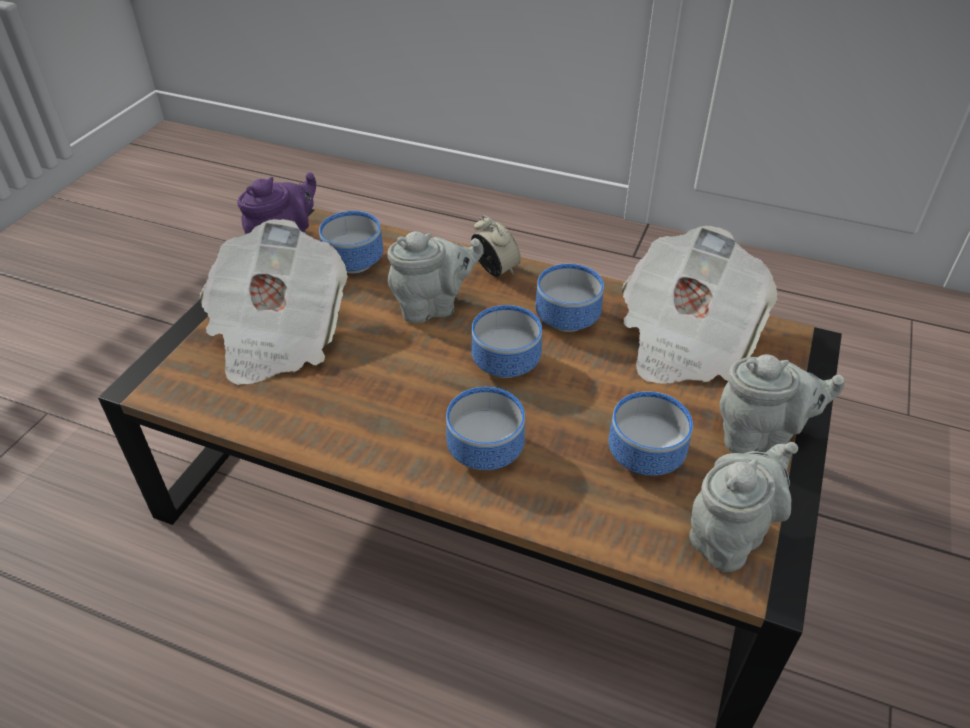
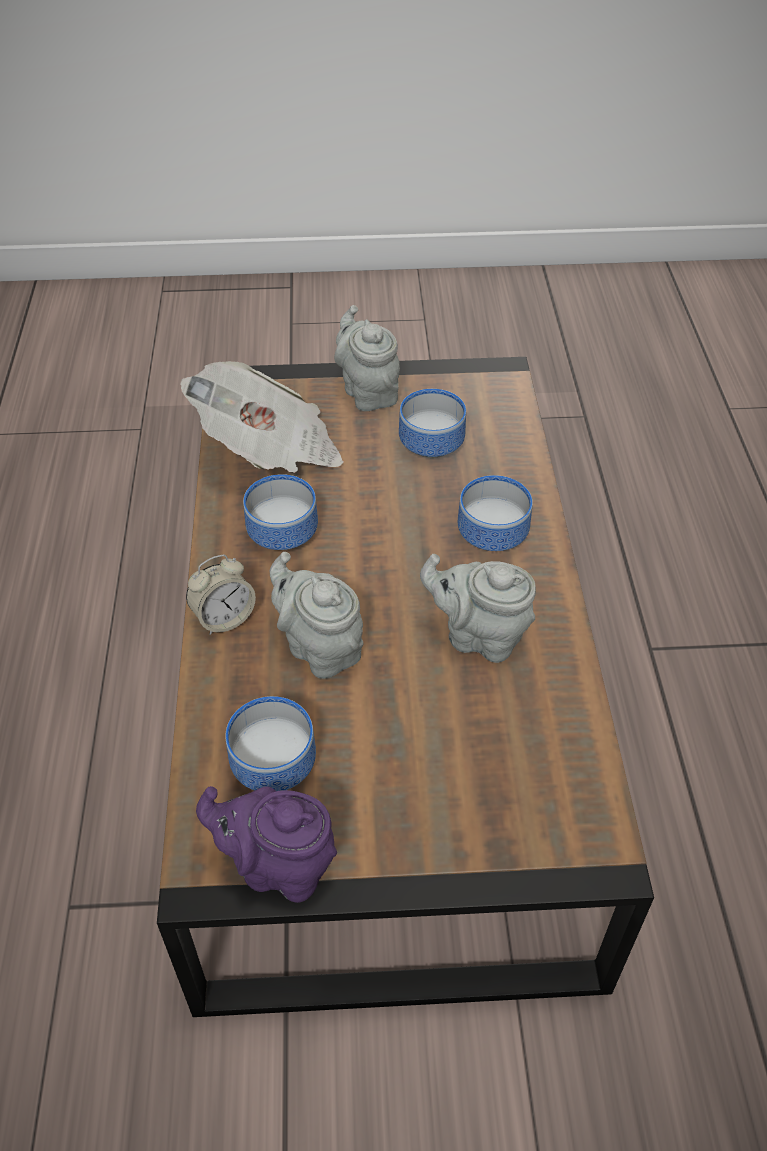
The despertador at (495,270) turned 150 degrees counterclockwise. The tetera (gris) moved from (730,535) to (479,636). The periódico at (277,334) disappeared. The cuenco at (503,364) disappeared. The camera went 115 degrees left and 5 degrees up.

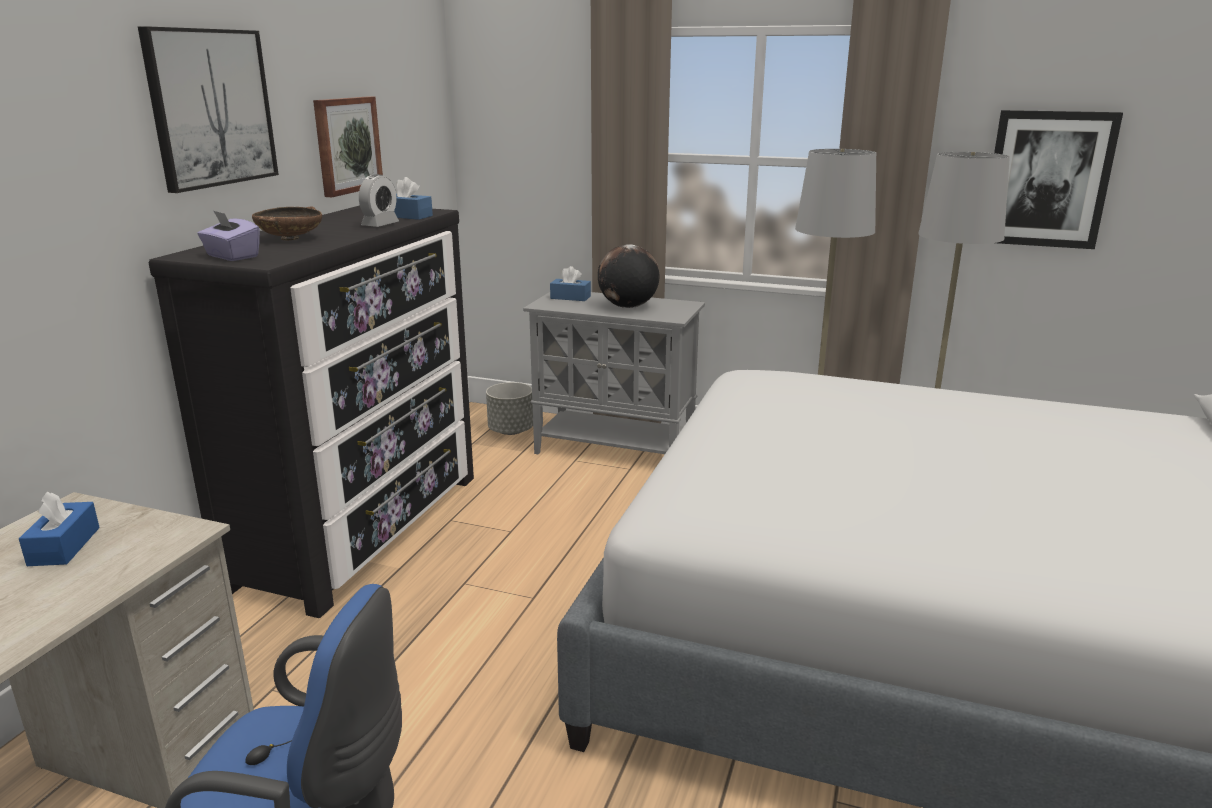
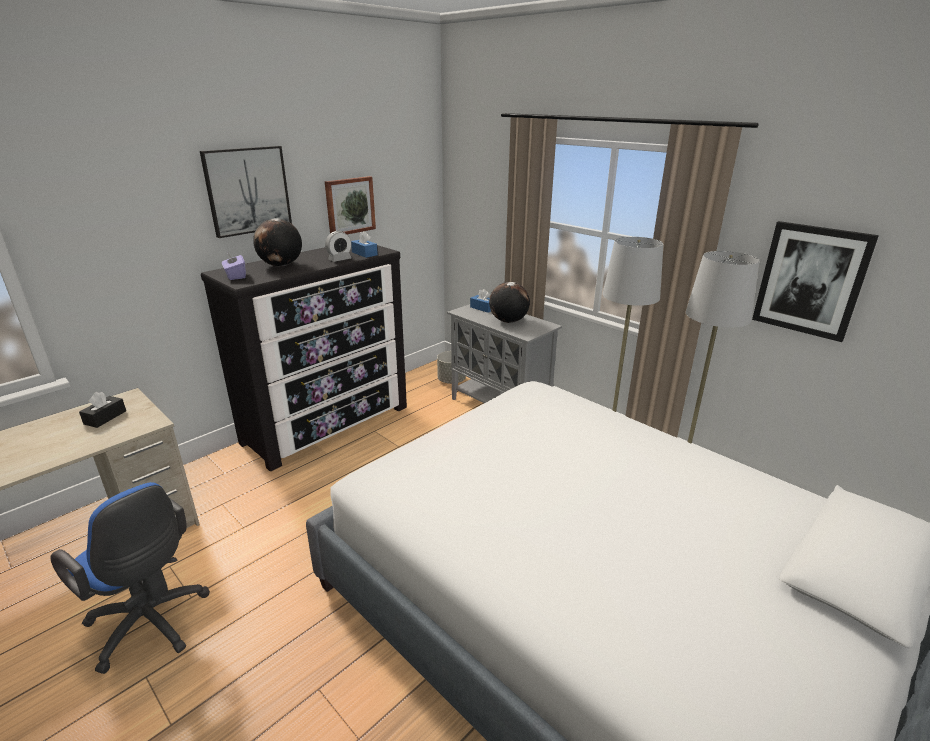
The caja de pañuelos (azul) at (64,546) became the caja de pañuelos (negro) at (105,417). The cuenco (marrón) at (290,239) was replaced by the globo terráqueo at (281,265). The camera went 25 degrees right and 5 degrees up.

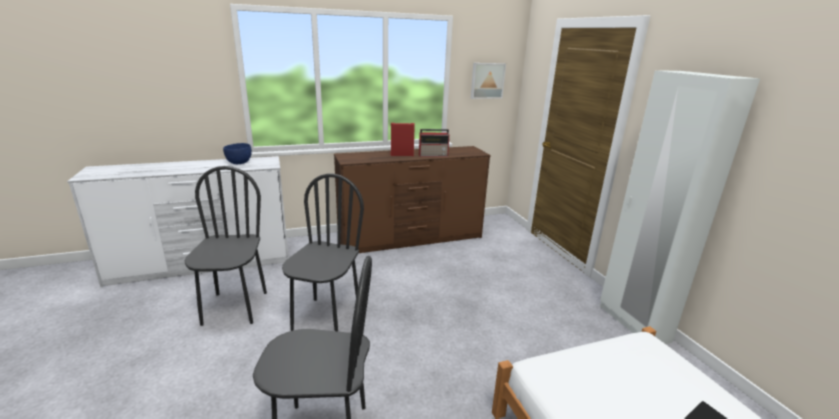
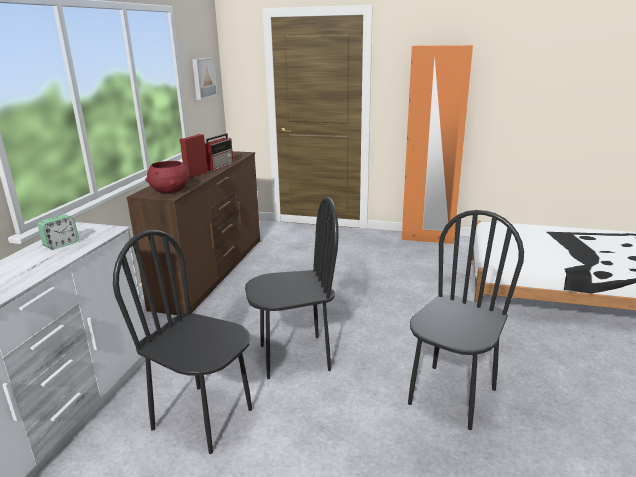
The cuenco (azul) at (239,163) was replaced by the despertador at (61,244). The cuenco (rojo) at (169,190) appeared. The silla (negro) at (326,318) turned 120 degrees clockwise. The armario ropero (blanco) at (633,323) became the armario ropero (naranja) at (428,238). The camera went 55 degrees left and 0 degrees up.

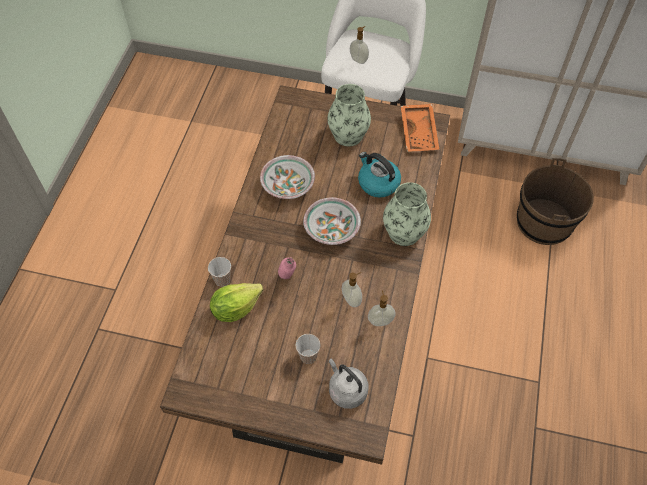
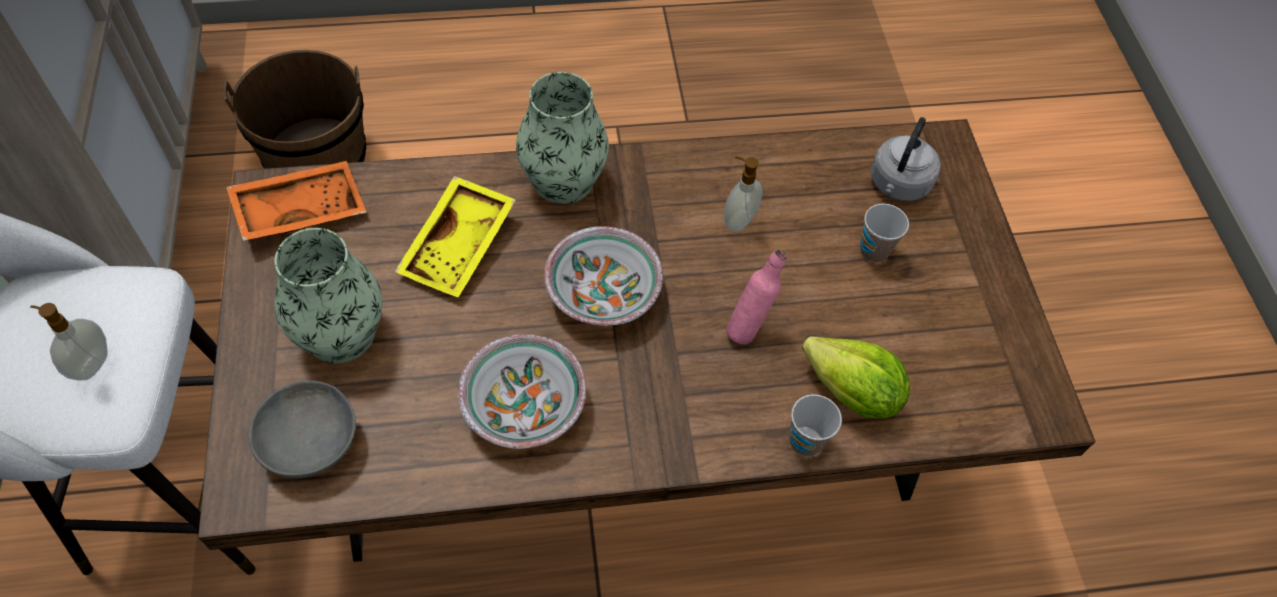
The cuenco (gris) at (311,443) appeared. The hervidor at (378,183) was replaced by the bandeja (amarillo) at (460,247). The dispensador de jabón at (380,321) disappeared. The camera went 115 degrees left and 0 degrees up.

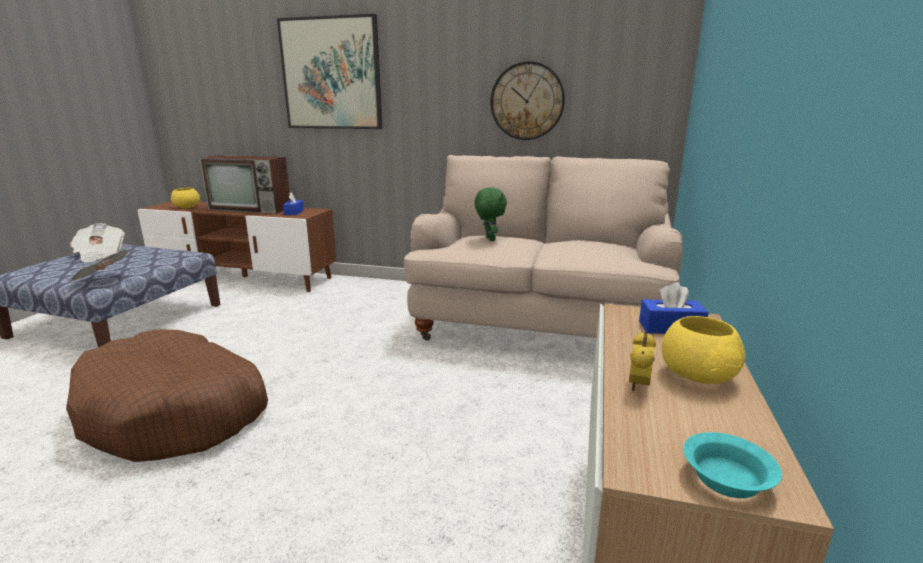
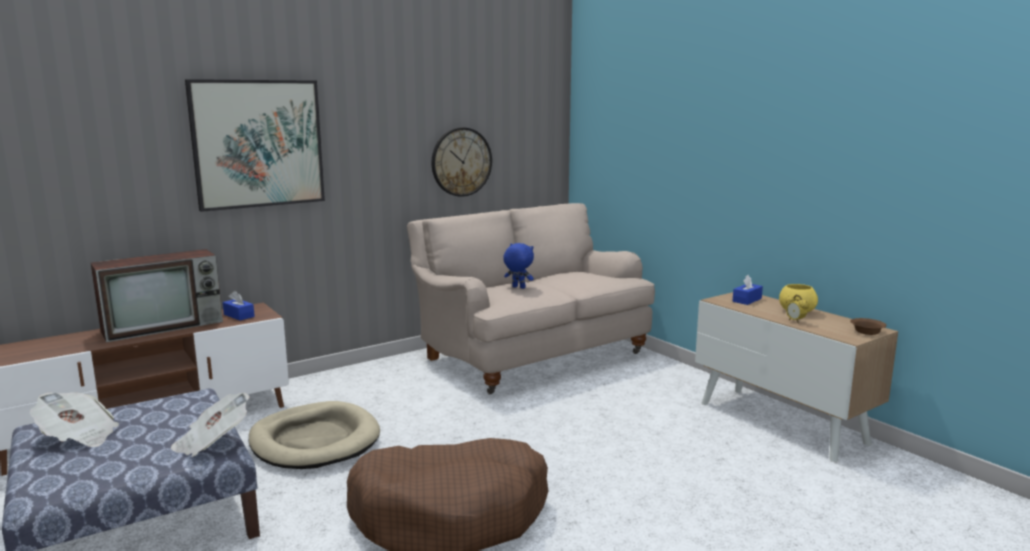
The cama para perro (beis) at (315,441) appeared. The peluche (verde) at (489,239) became the peluche (azul) at (518,287). The cuenco (turquesa) at (725,478) became the cuenco (marrón) at (866,332). The cuenco (amarillo) at (186,207) disappeared. The camera went 50 degrees left and 5 degrees down.

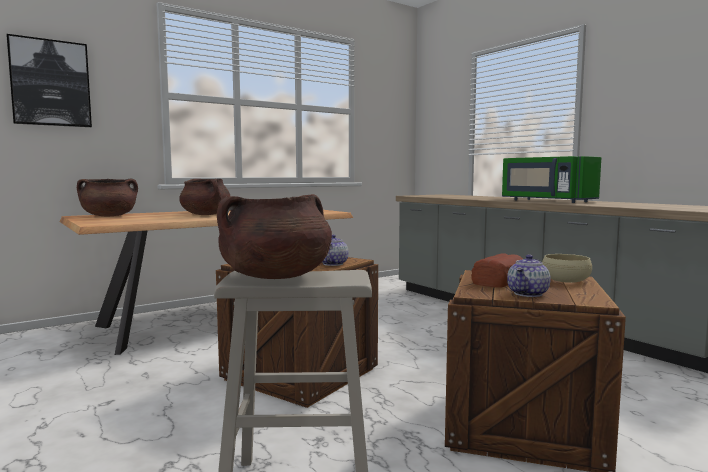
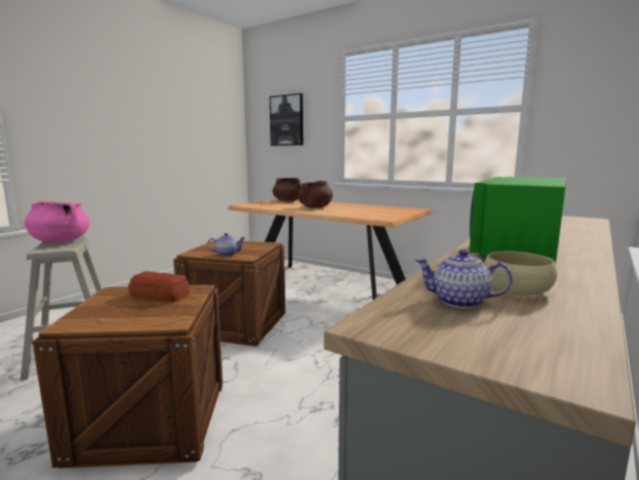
The olla (marrón) at (276,277) became the olla (rosa) at (60,241). The tetera moved from (528,293) to (460,302). The cuenco (beis) moved from (566,280) to (516,290). The camera went 70 degrees right and 5 degrees up.

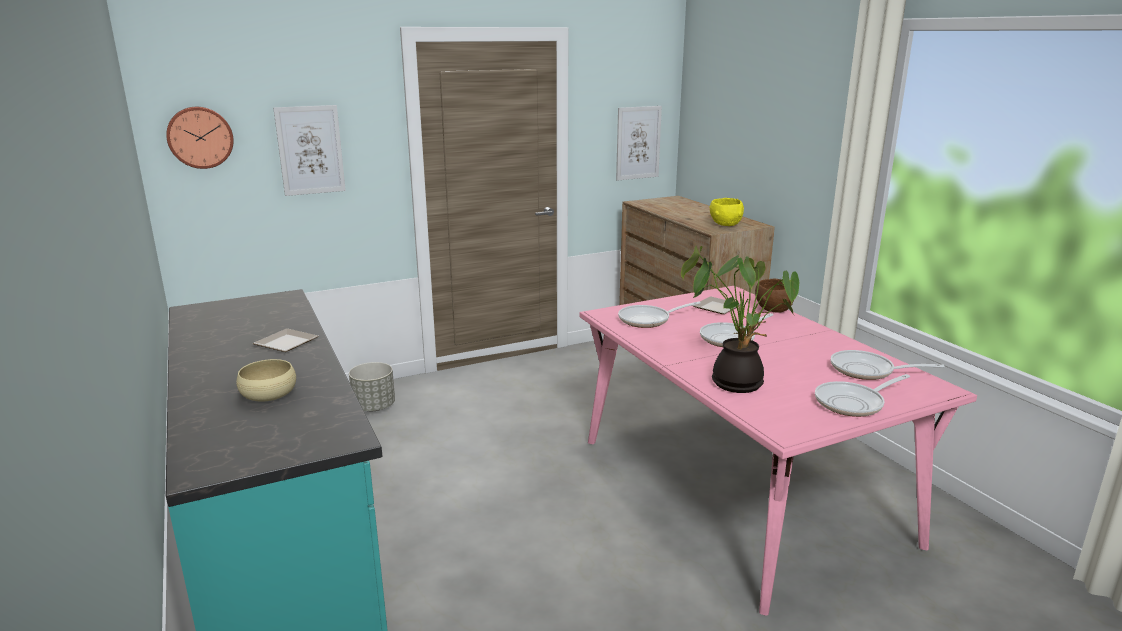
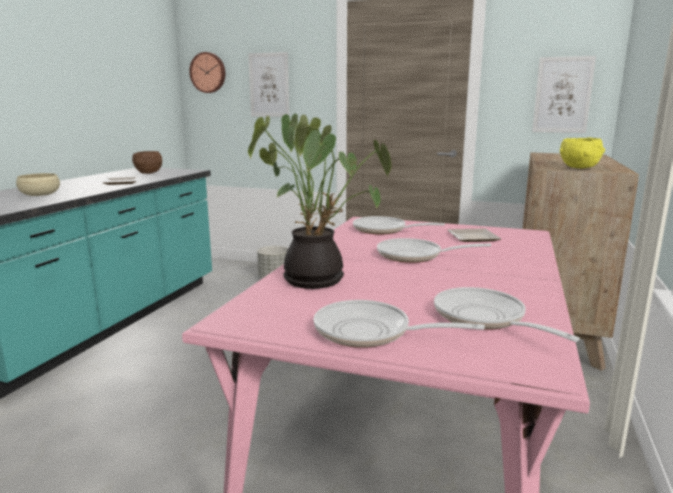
The cuenco (marrón) moved from (773,310) to (148,173). The camera went 45 degrees right and 5 degrees down.

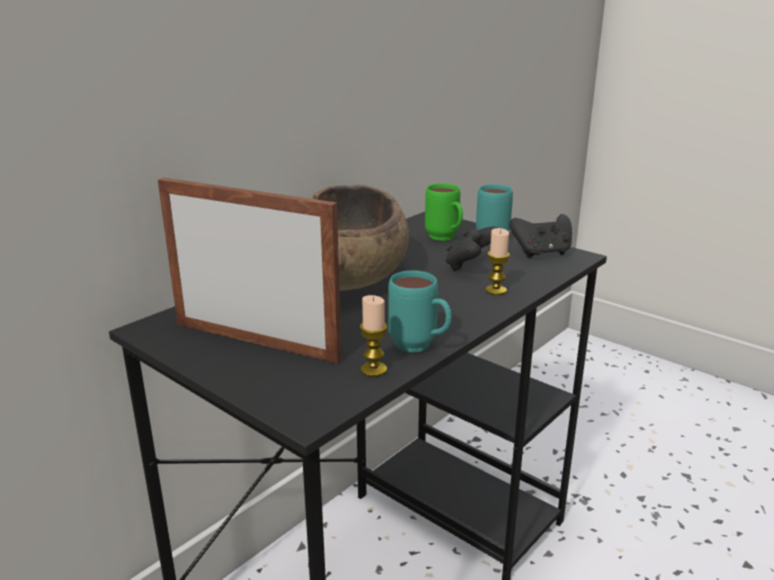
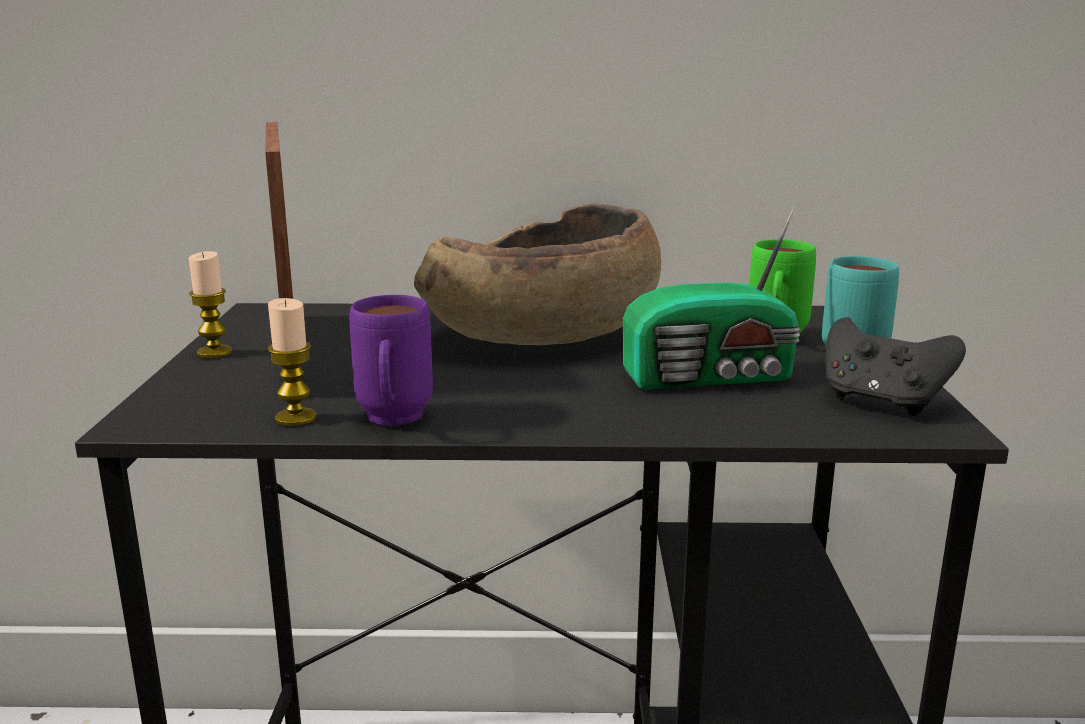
The vela moved from (496,290) to (214,352). The taza grande (turquesa) at (420,348) became the taza grande (morado) at (393,423). The mando de consola (negro) at (470,267) was replaced by the radio at (713,377). The camera went 50 degrees right and 5 degrees down.

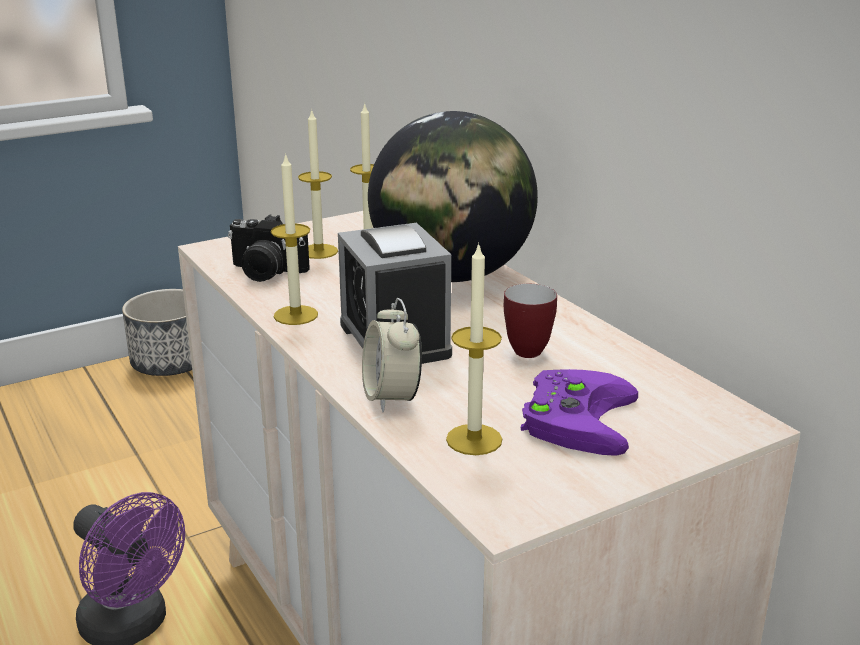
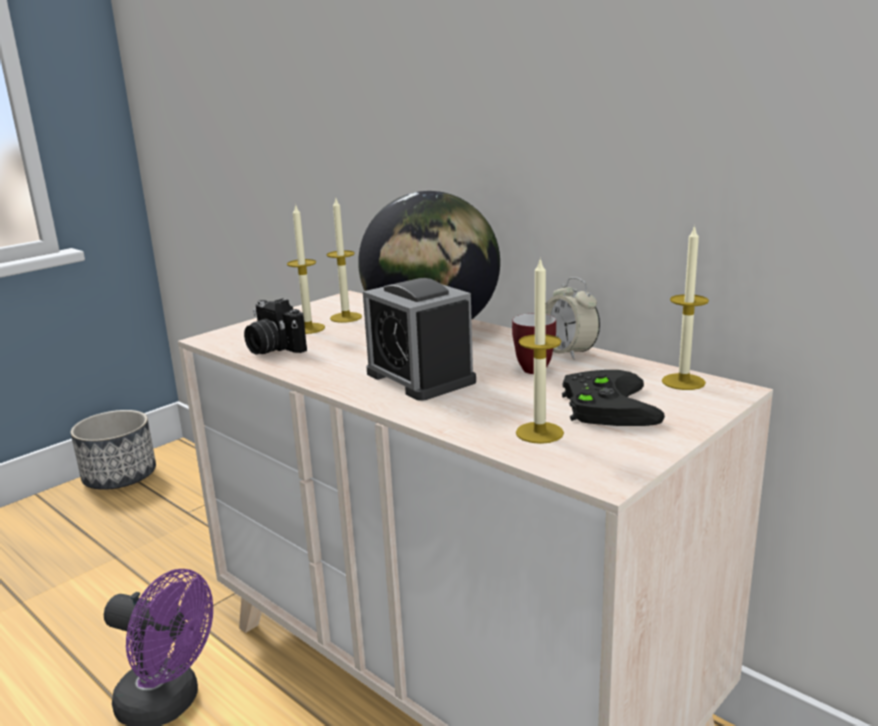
The cámara at (265,272) turned 45 degrees clockwise. The despertador moved from (391,397) to (569,352). The mando de consola (morado) at (574,416) became the mando de consola (negro) at (604,405). The vela moved from (296,315) to (683,382). The camera went 15 degrees left and 5 degrees down.

